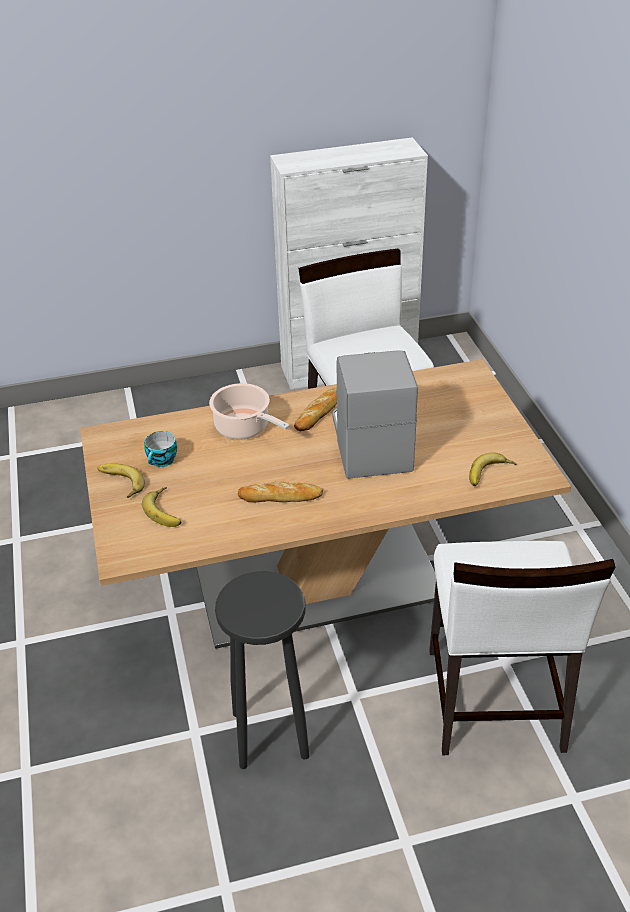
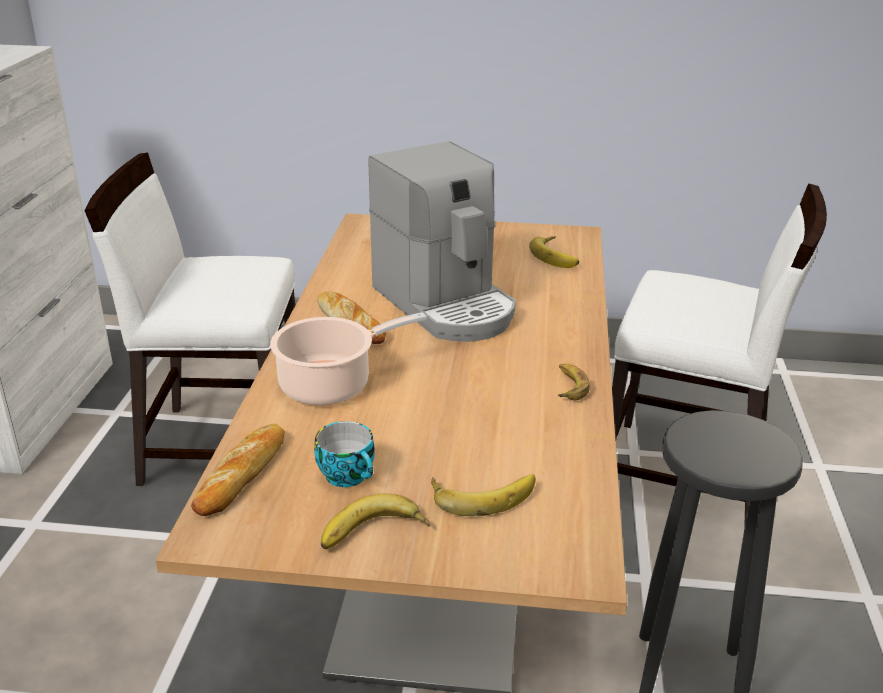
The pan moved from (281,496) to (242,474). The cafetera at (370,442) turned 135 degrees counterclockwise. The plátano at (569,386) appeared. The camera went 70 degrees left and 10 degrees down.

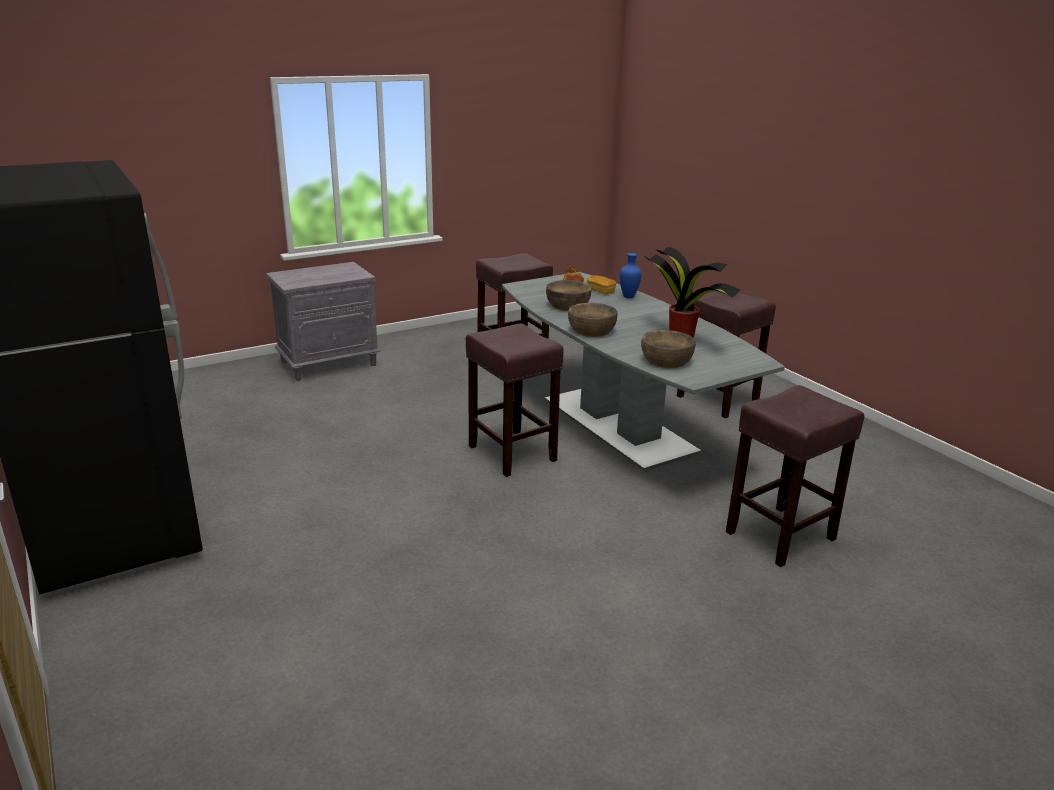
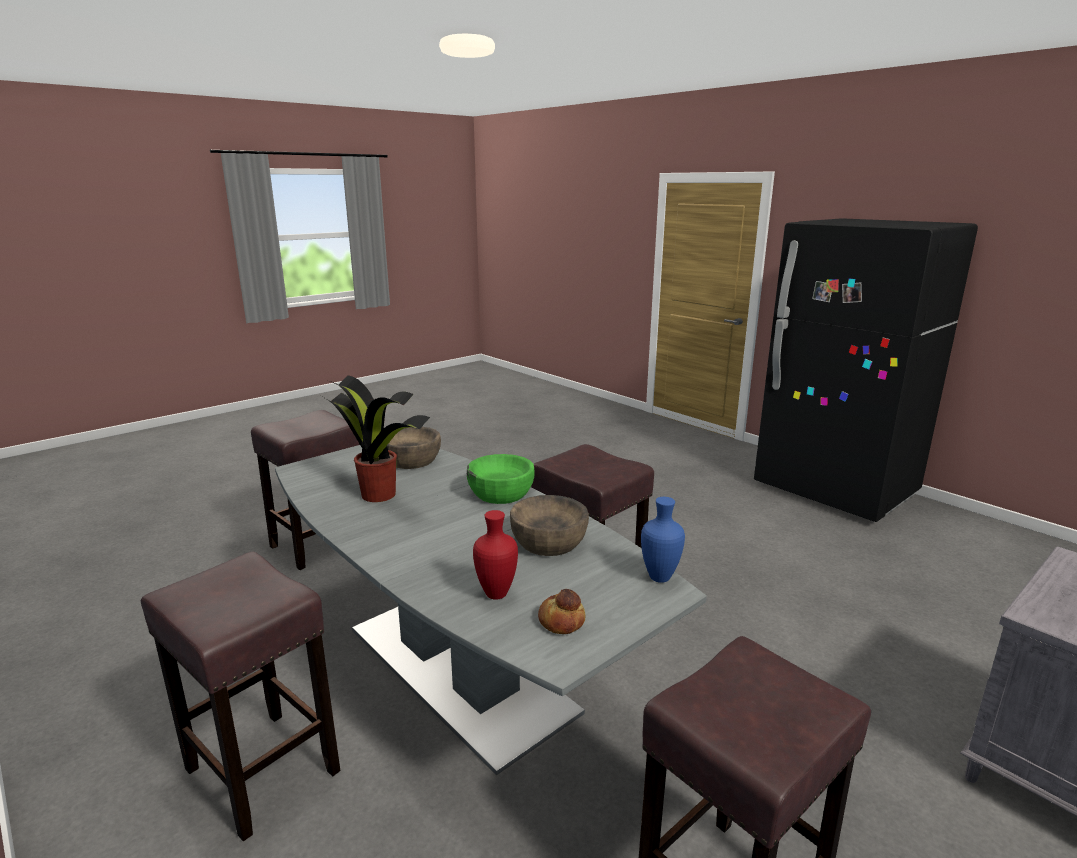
The cuenco (marrón) at (591,330) became the cuenco (verde) at (501,493). The pan at (600,291) was replaced by the florero (rojo) at (496,595). The florero (azul) moved from (629,297) to (659,577). The camera went 170 degrees right and 5 degrees down.

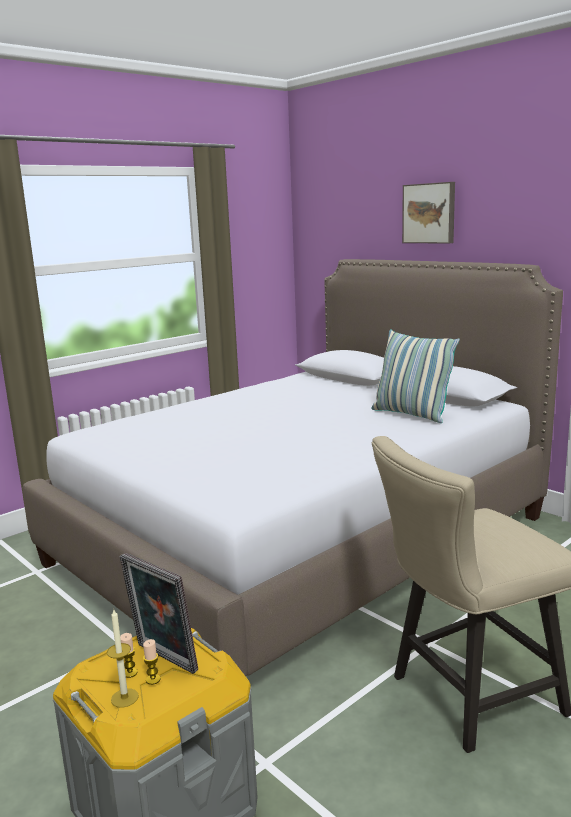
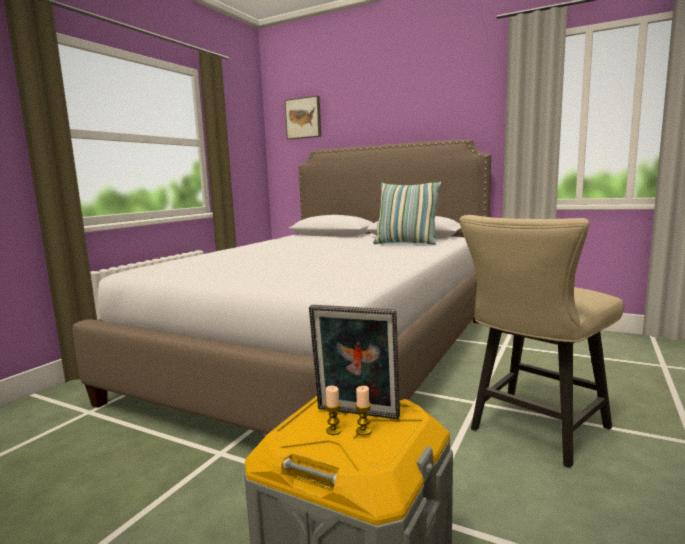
The cuadro moved from (429,213) to (304,118). The vela at (124,698) disappeared. The camera went 20 degrees left and 5 degrees down.

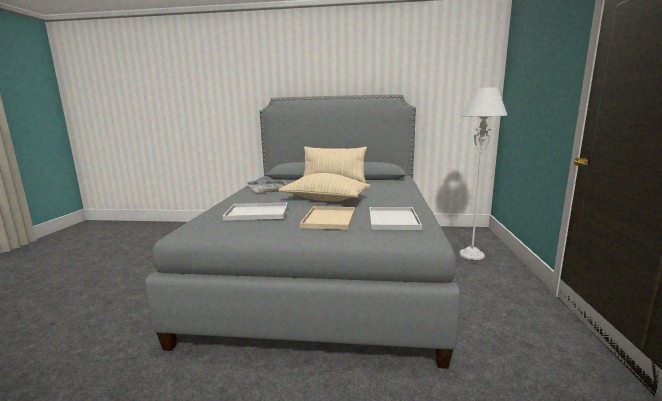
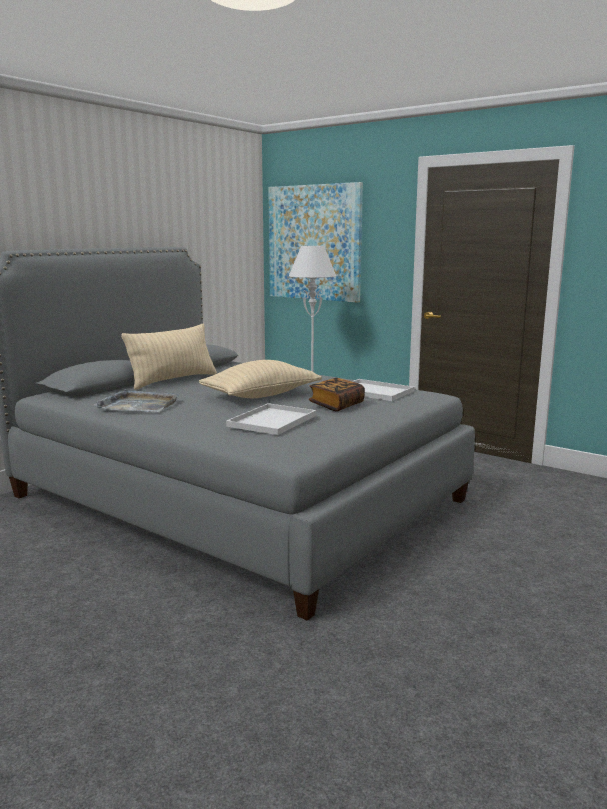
The cuadro at (314,243) appeared. The bandeja (beis) at (328,218) was replaced by the libro at (336,405). The camera went 60 degrees left and 0 degrees up.

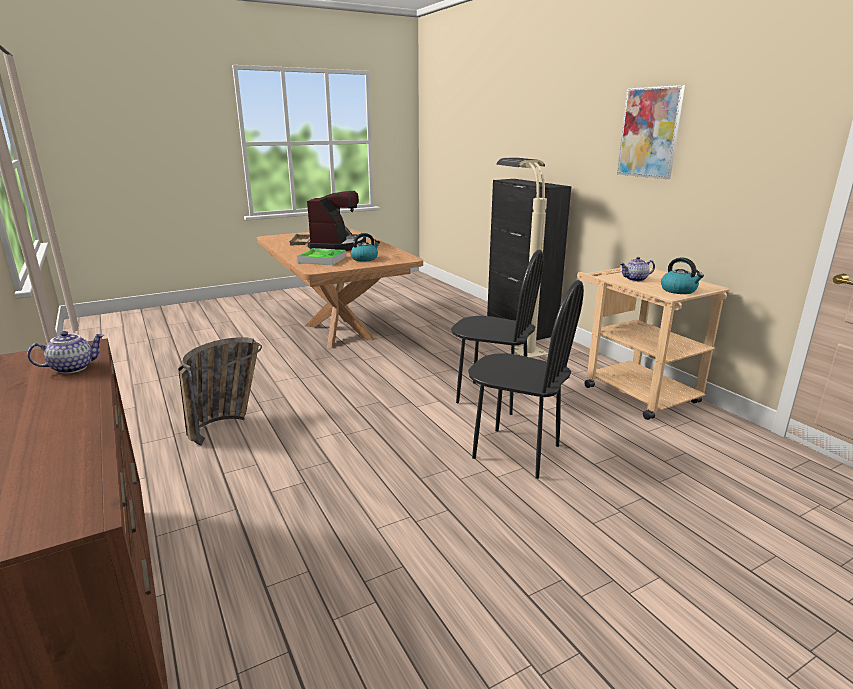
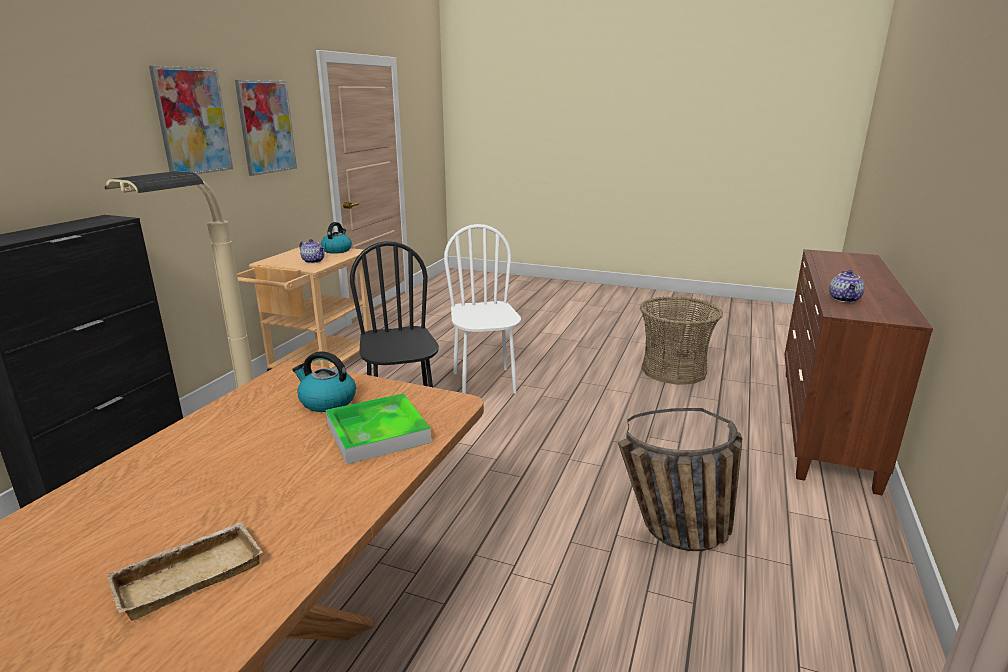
The cuadro at (266,127) appeared. The silla (negro) at (516,452) became the silla (blanco) at (484,382). The cesta at (673,370) appeared. The tetera at (73,368) turned 90 degrees counterclockwise. The cafetera at (338,246) disappeared. The camera went 130 degrees left and 0 degrees up.

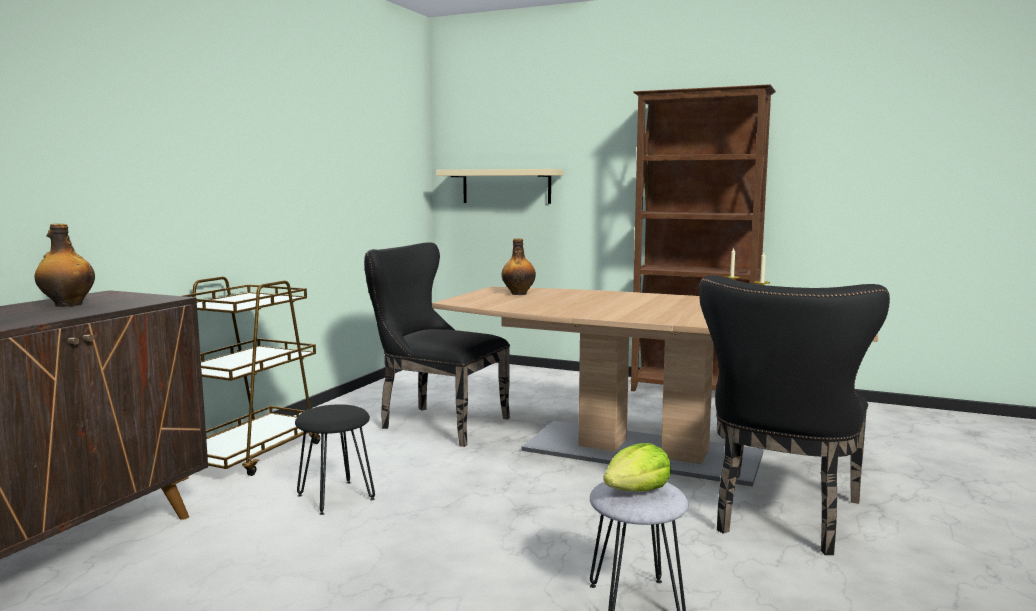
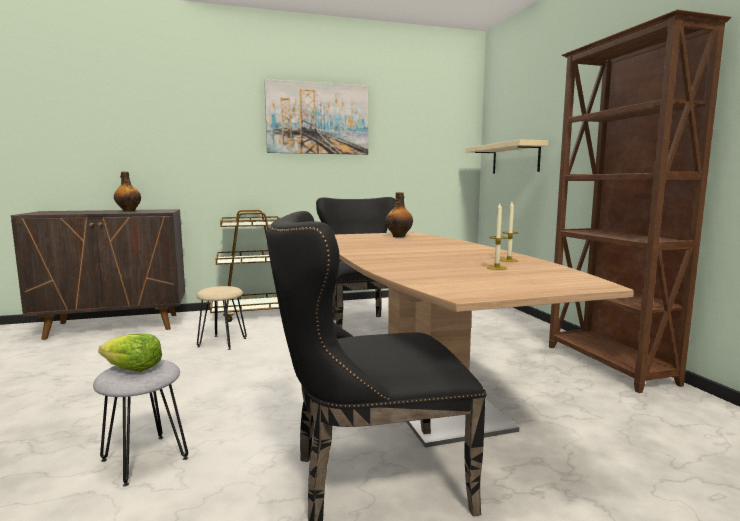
The taburete (negro) at (335,497) became the taburete (beis) at (222,342). The cuadro at (317,118) appeared. The camera went 50 degrees right and 0 degrees up.

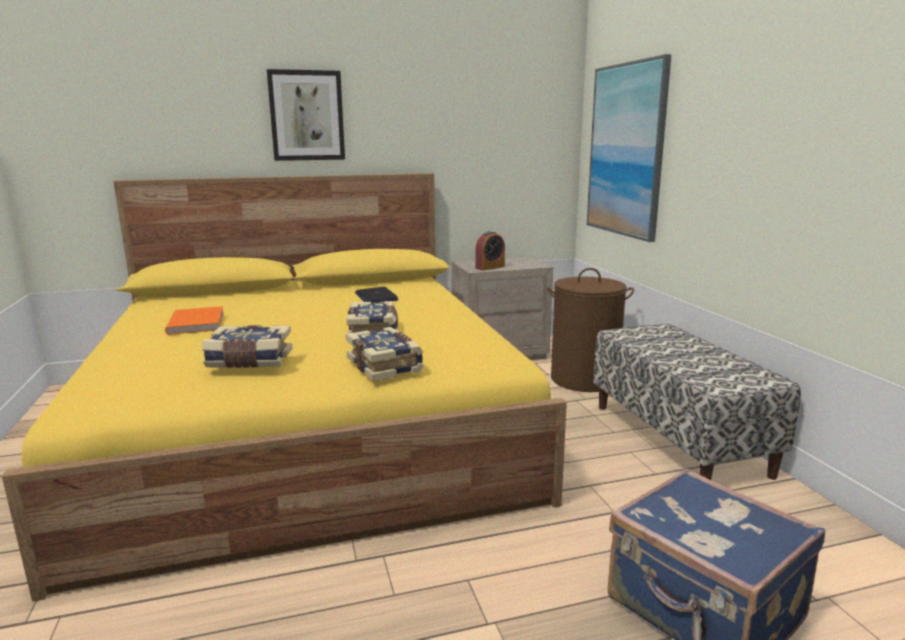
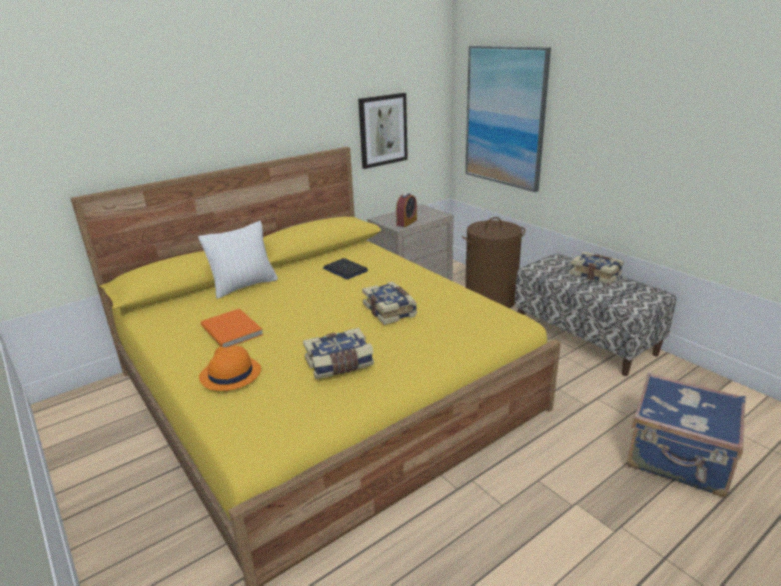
The cojín (blanco) at (244,286) appeared. The sombrero (naranja) at (230,374) appeared. The cuadro moved from (306,116) to (382,130). The libro moved from (385,366) to (596,274). The camera went 20 degrees left and 10 degrees up.

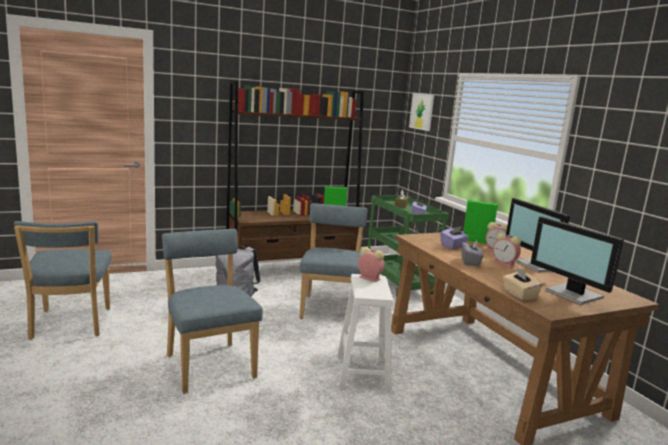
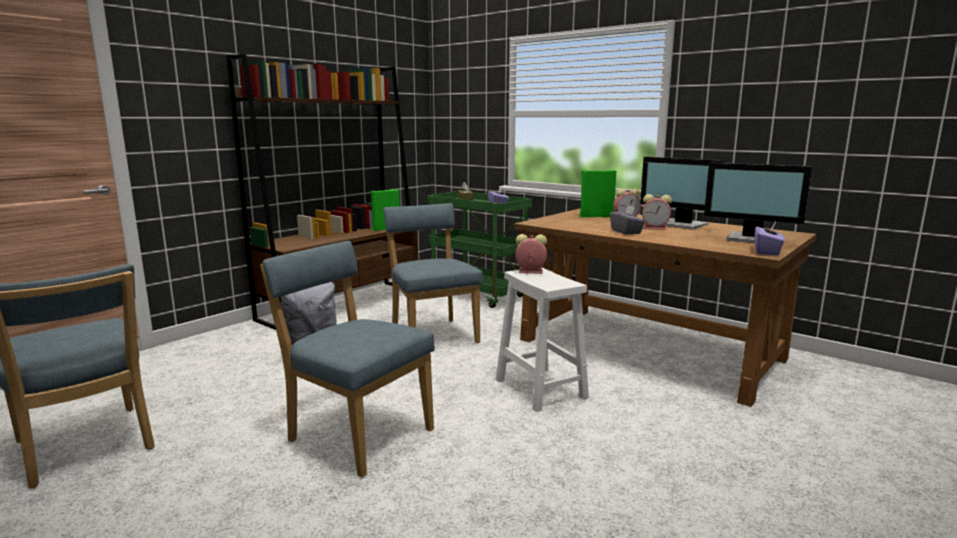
The caja de pañuelos (morado) moved from (453,246) to (767,251). The cuadro at (422,111) disappeared. The caja de pañuelos (beis) at (519,295) disappeared. The camera went 25 degrees left and 0 degrees up.

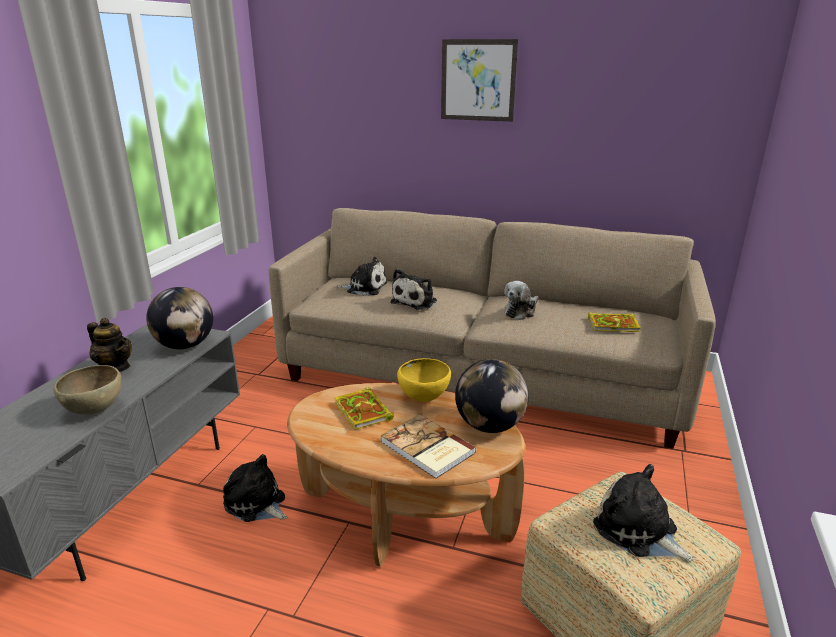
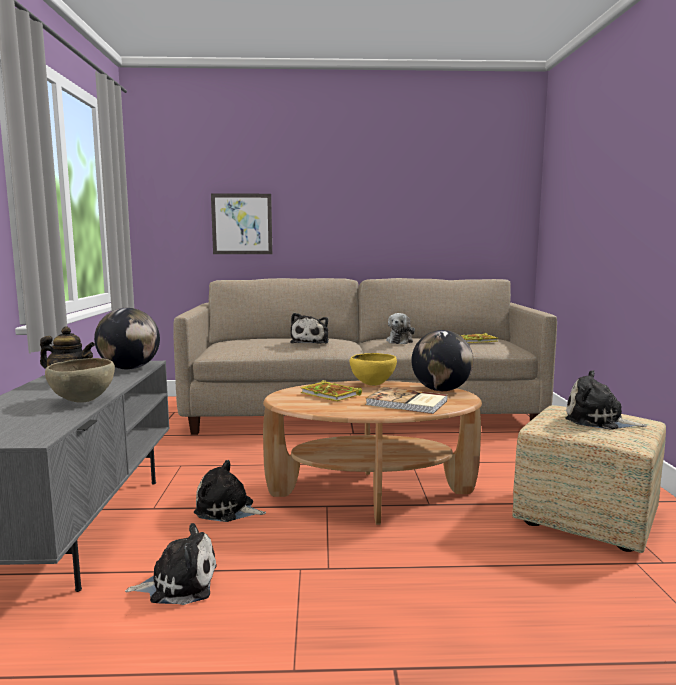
The peluche moved from (364,288) to (179,584). The cuadro moved from (478,80) to (242,224). The camera went 20 degrees left and 15 degrees down.

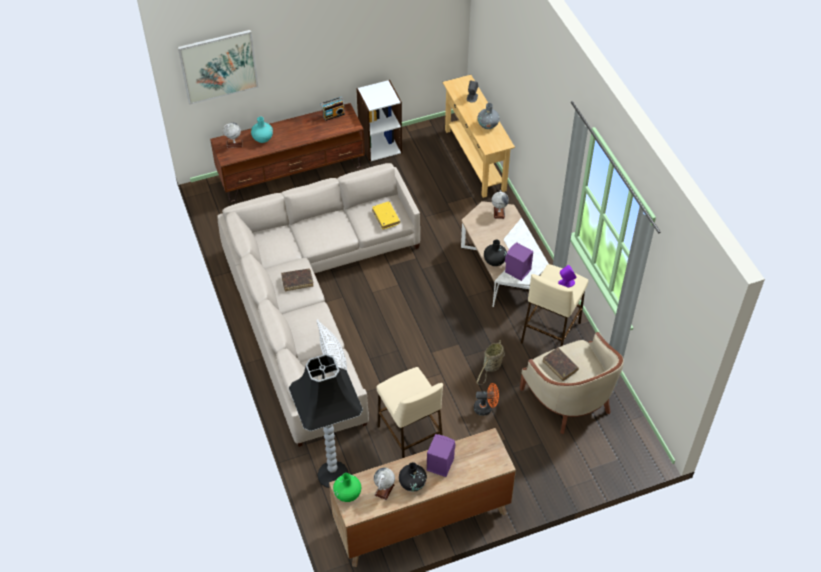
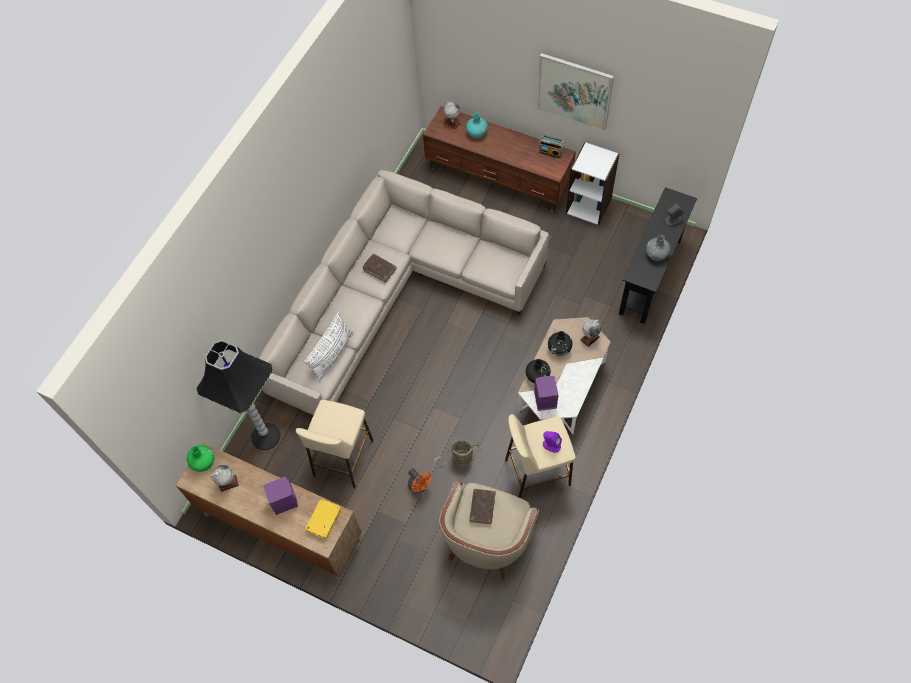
The libro (amarillo) moved from (386,217) to (324,520). The cuadro moved from (218,66) to (574,91). The florero (negro) moved from (412,483) to (559,348). The mesa consola (beis) at (475,160) became the mesa consola (negro) at (650,276). The camera went 50 degrees right and 10 degrees up.

